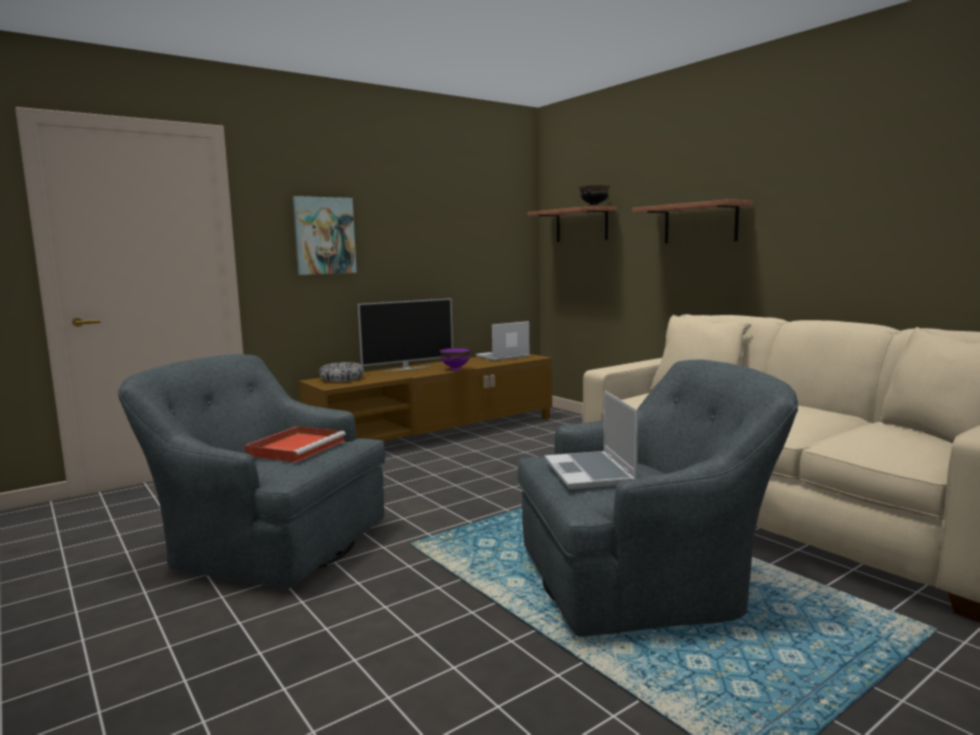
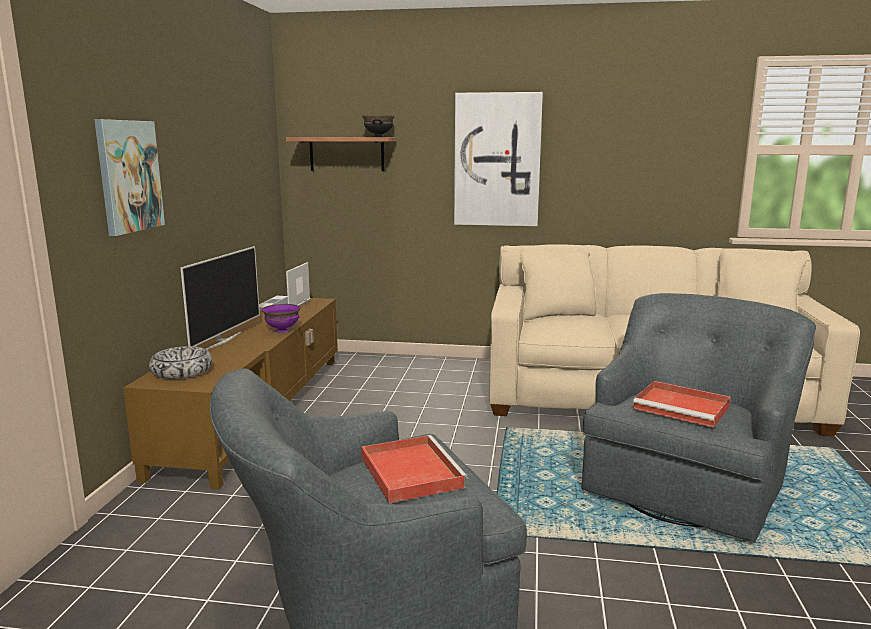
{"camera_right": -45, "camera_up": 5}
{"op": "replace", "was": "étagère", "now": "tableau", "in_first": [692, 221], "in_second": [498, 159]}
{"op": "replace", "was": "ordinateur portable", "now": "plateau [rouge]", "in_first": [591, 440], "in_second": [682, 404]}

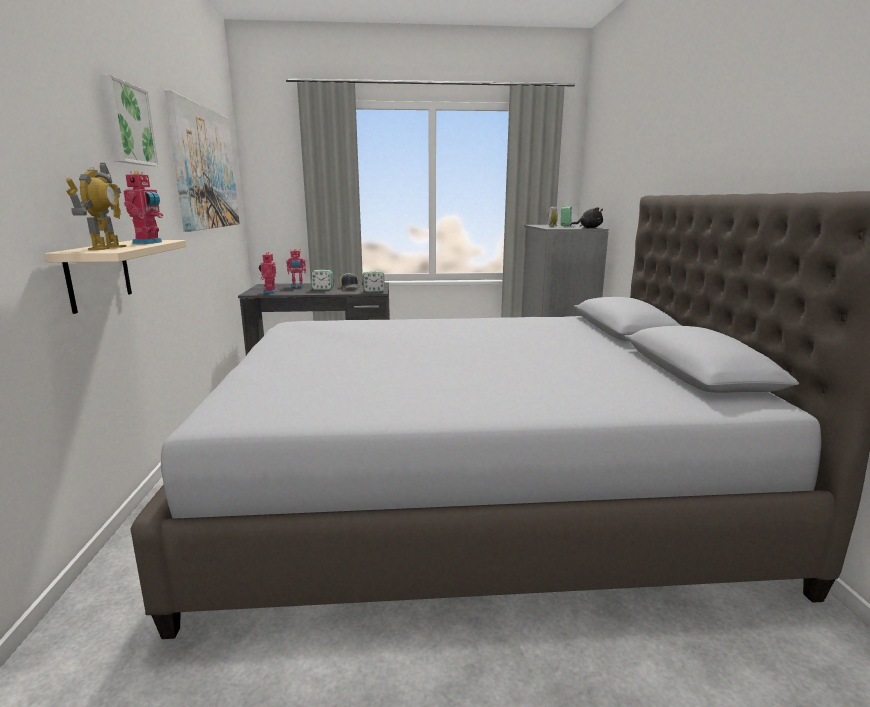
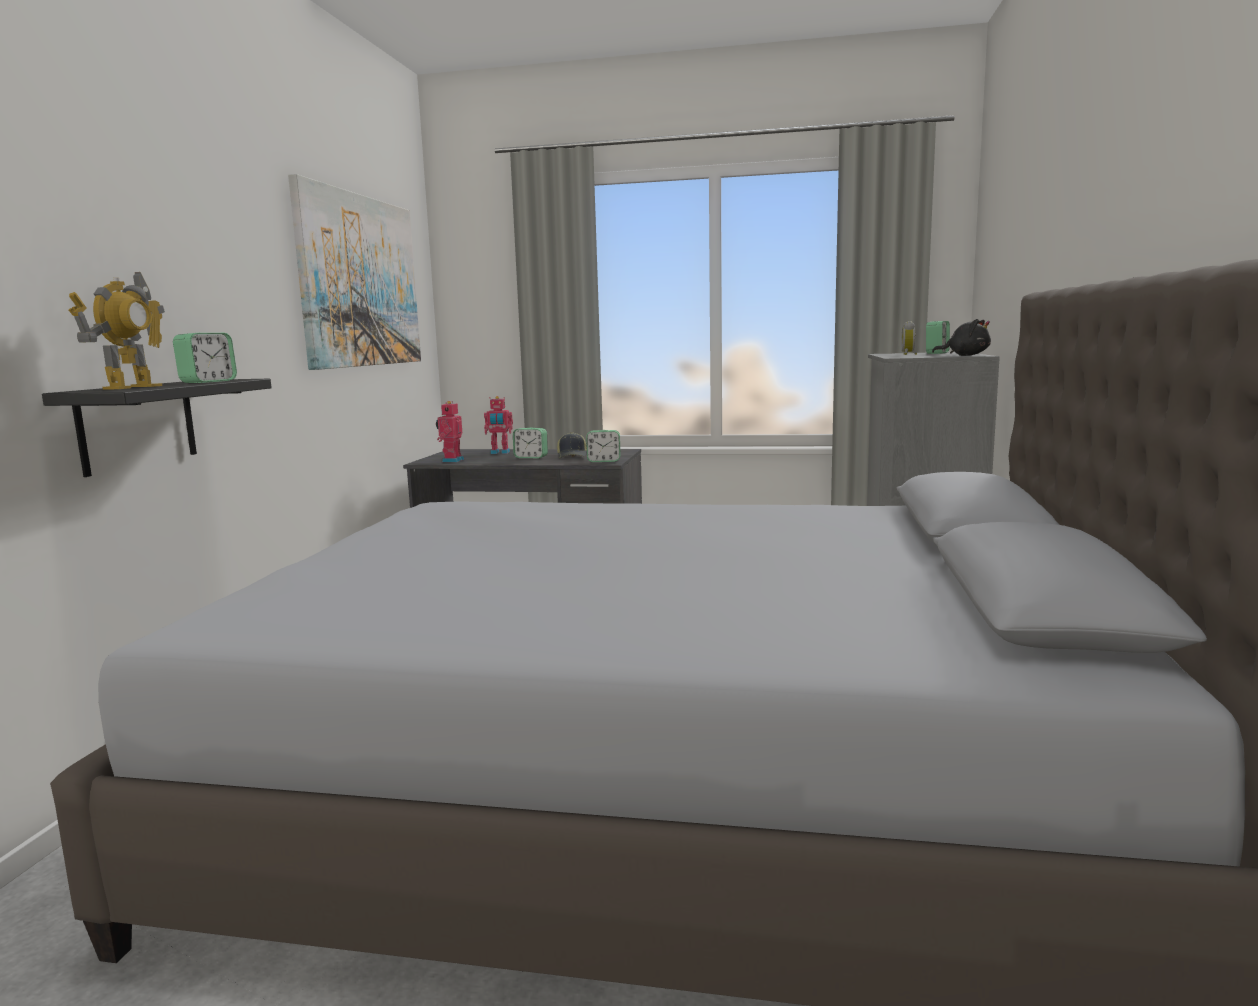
{"camera_right": 15, "camera_up": -5}
{"op": "delete", "was": "tableau", "in_first": [129, 120]}
{"op": "replace", "was": "robot jouet", "now": "réveil", "in_first": [143, 207], "in_second": [205, 358]}
{"op": "recolor", "was": "étagère [beige]", "now": "étagère [noir]", "in_first": [115, 277], "in_second": [157, 428]}

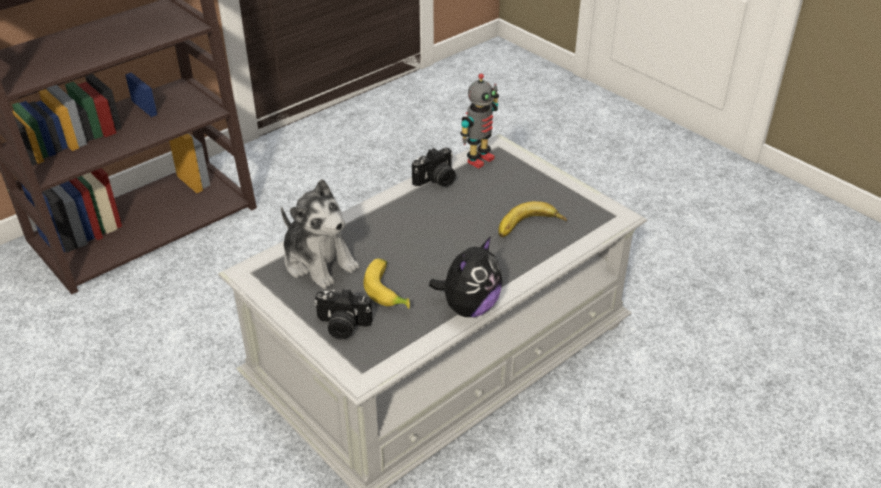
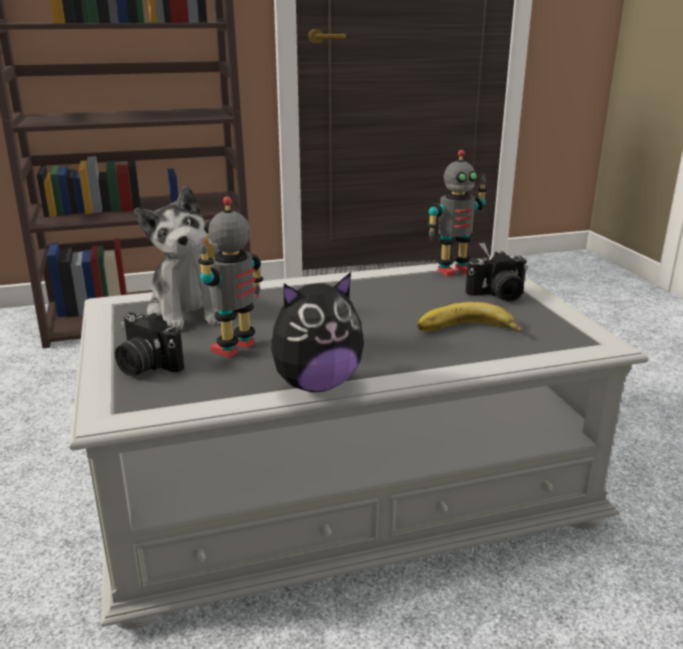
{"camera_right": 25, "camera_up": -15}
{"op": "move", "was": "appareil photo", "in_first": [434, 167], "in_second": [496, 276]}
{"op": "replace", "was": "banane", "now": "robot jouet", "in_first": [386, 284], "in_second": [230, 277]}

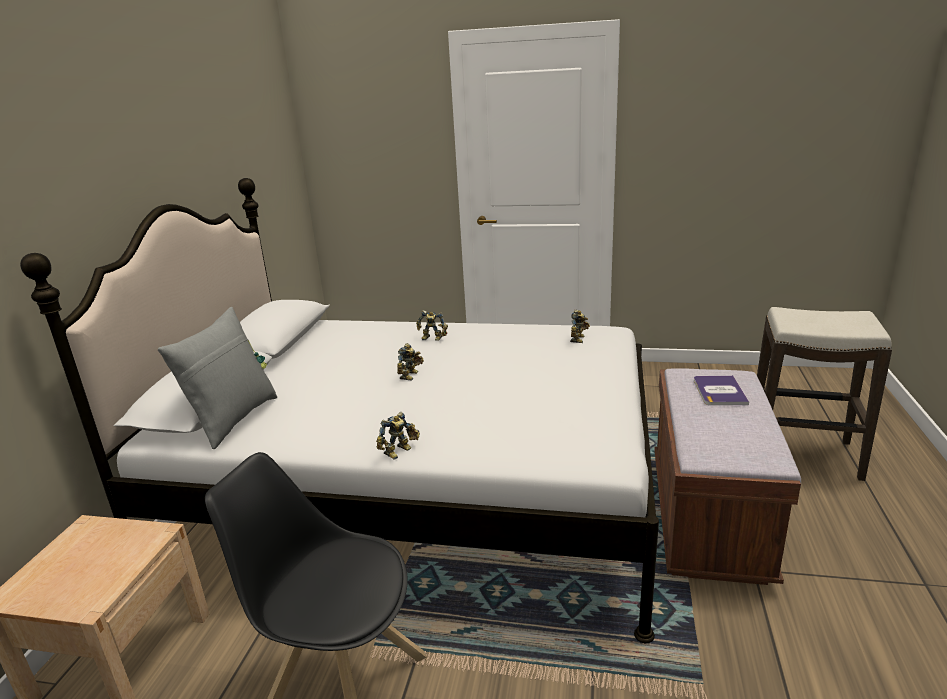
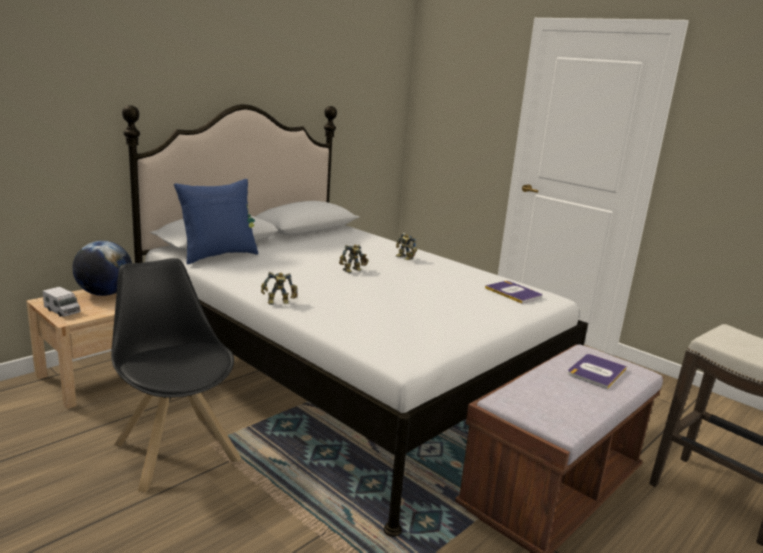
{"camera_right": 30, "camera_up": -5}
{"op": "recolor", "was": "coussin [gris]", "now": "coussin [bleu]", "in_first": [217, 378], "in_second": [216, 221]}
{"op": "replace", "was": "robot jouet", "now": "livre", "in_first": [580, 326], "in_second": [513, 292]}
{"op": "insert", "now": "globe", "in_second": [102, 268]}
{"op": "insert", "now": "camion jouet", "in_second": [62, 302]}

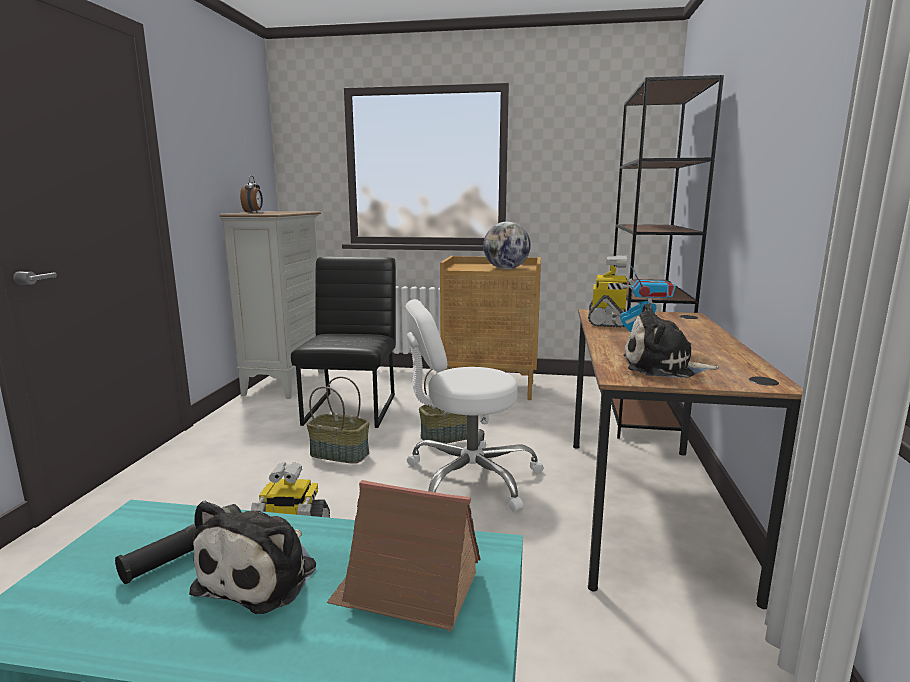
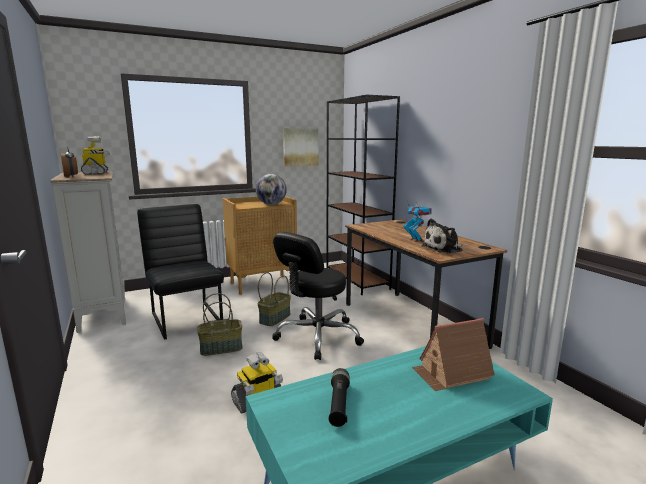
{"camera_right": -35, "camera_up": 0}
{"op": "move", "was": "robot jouet", "in_first": [611, 291], "in_second": [95, 155]}
{"op": "recolor", "was": "chaise de bureau [blanc]", "now": "chaise de bureau [noir]", "in_first": [474, 405], "in_second": [318, 296]}
{"op": "delete", "was": "peluche", "in_first": [252, 557]}
{"op": "insert", "now": "tableau", "in_second": [300, 147]}

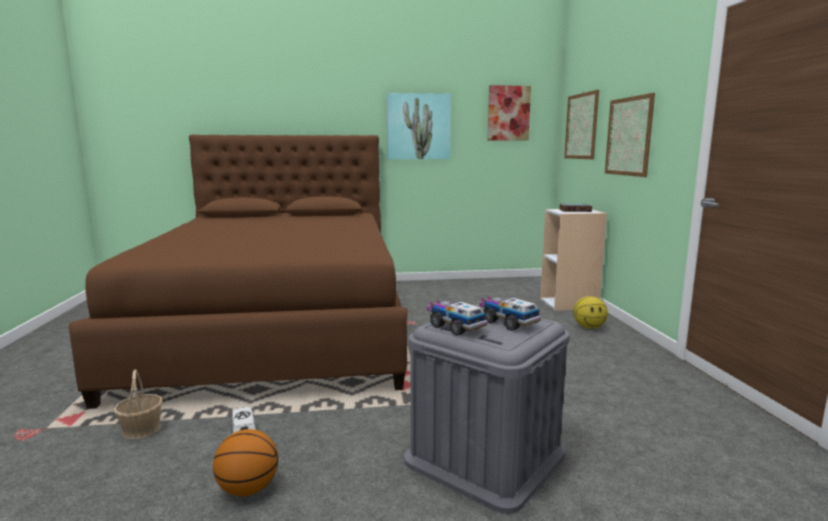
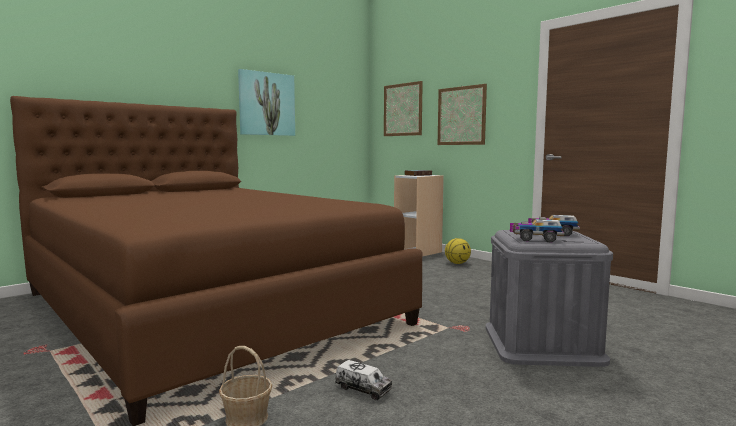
{"camera_right": -35, "camera_up": -5}
{"op": "delete", "was": "tableau", "in_first": [509, 112]}
{"op": "delete", "was": "ballon de basket", "in_first": [245, 462]}

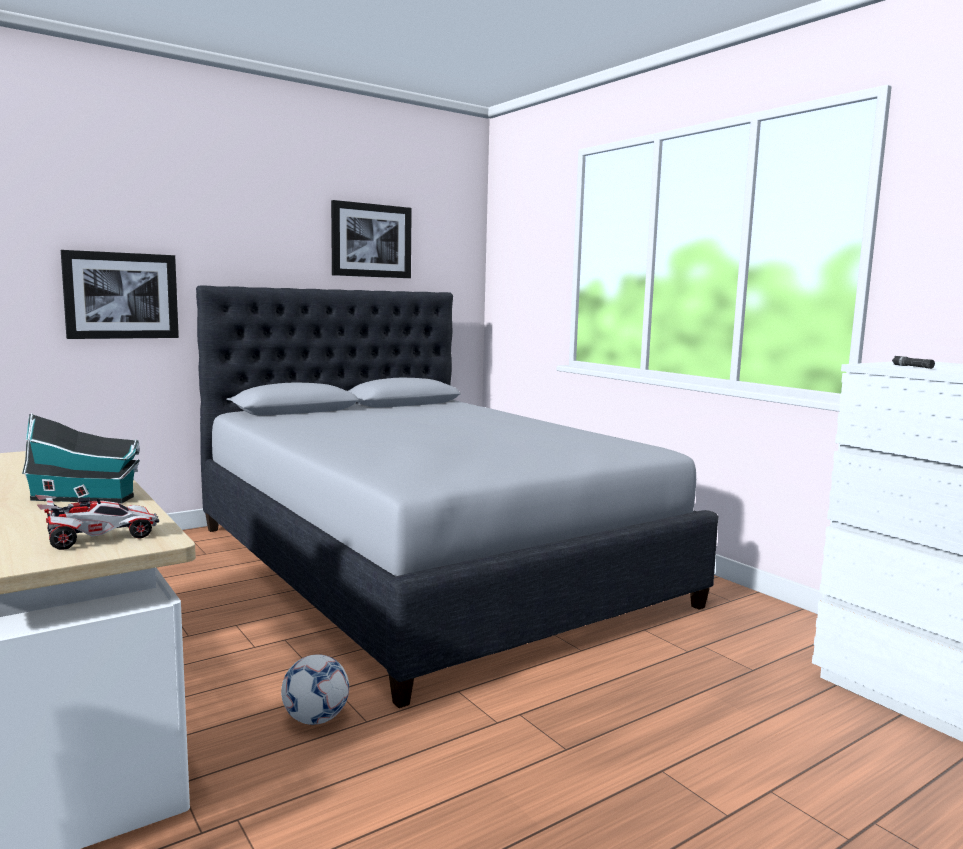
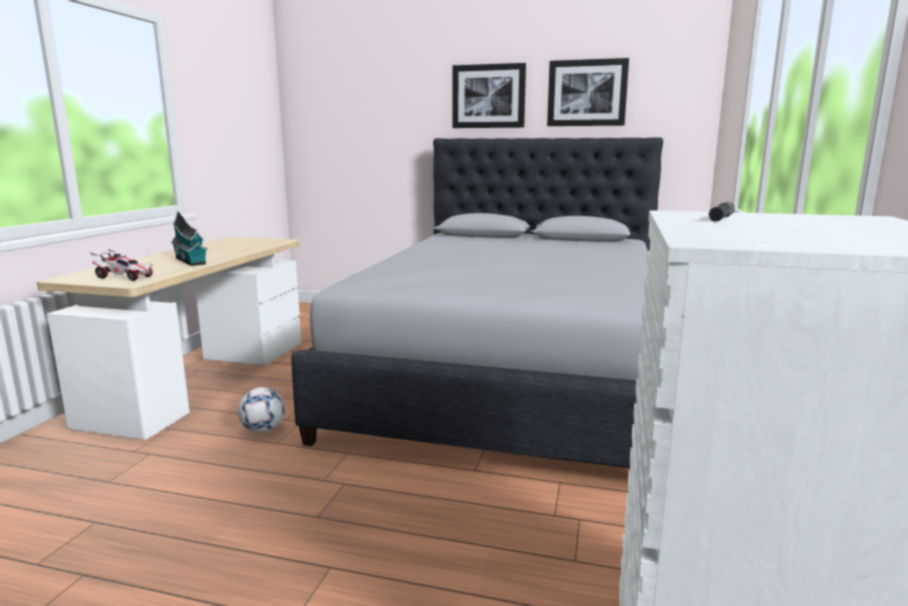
{"camera_right": 50, "camera_up": 5}
{"op": "move", "was": "tableau", "in_first": [120, 294], "in_second": [489, 95]}

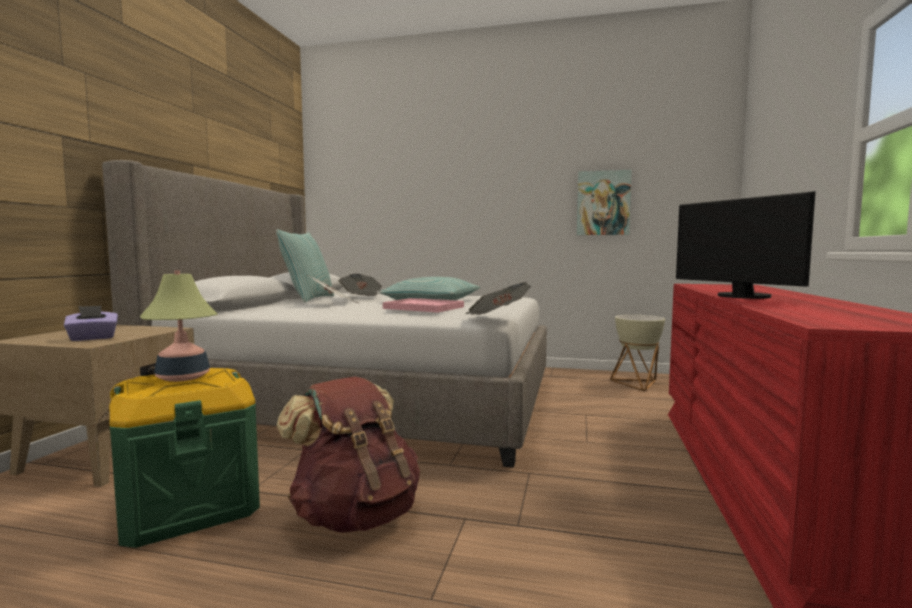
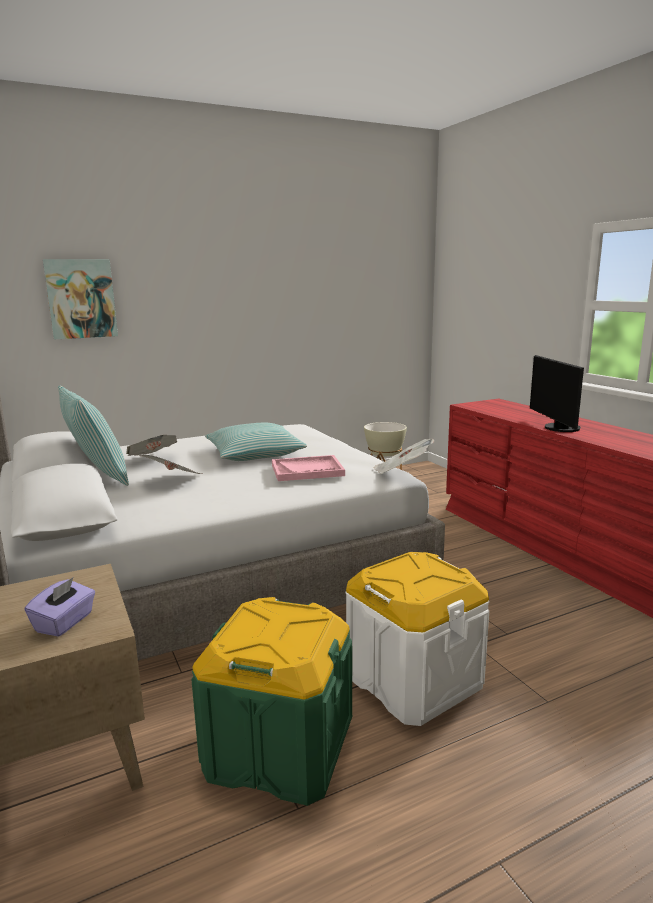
{"camera_right": -40, "camera_up": 10}
{"op": "move", "was": "tableau", "in_first": [604, 202], "in_second": [80, 299]}
{"op": "rotate", "was": "écran d'ordinateur", "in_first": [746, 245], "in_second": [557, 393], "clockwise": 60}
{"op": "delete", "was": "lampe de table", "in_first": [179, 326]}
{"op": "replace", "was": "sac à dos [marron]", "now": "boîte de rangement [blanc]", "in_first": [348, 454], "in_second": [417, 639]}

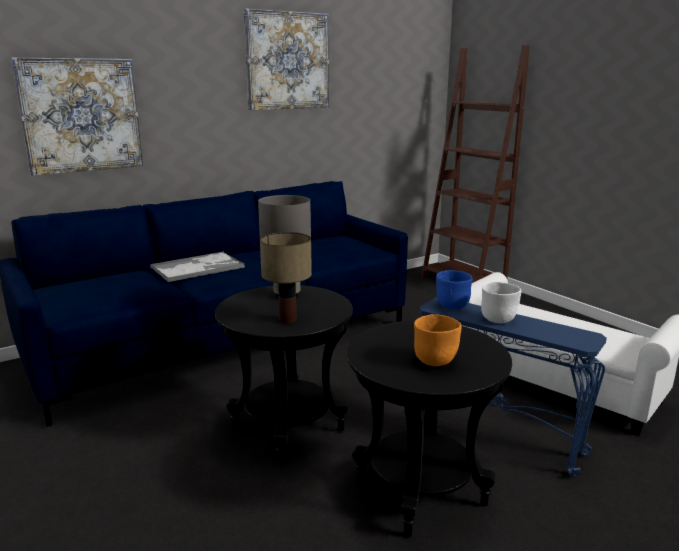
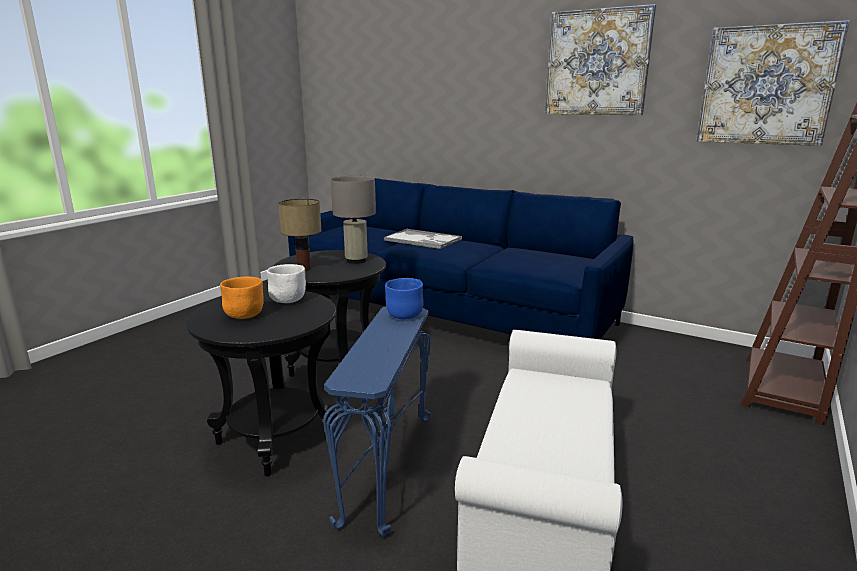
{"camera_right": 65, "camera_up": 0}
{"op": "move", "was": "tableau", "in_first": [77, 116], "in_second": [773, 83]}
{"op": "move", "was": "bol [blanc]", "in_first": [501, 302], "in_second": [286, 283]}

